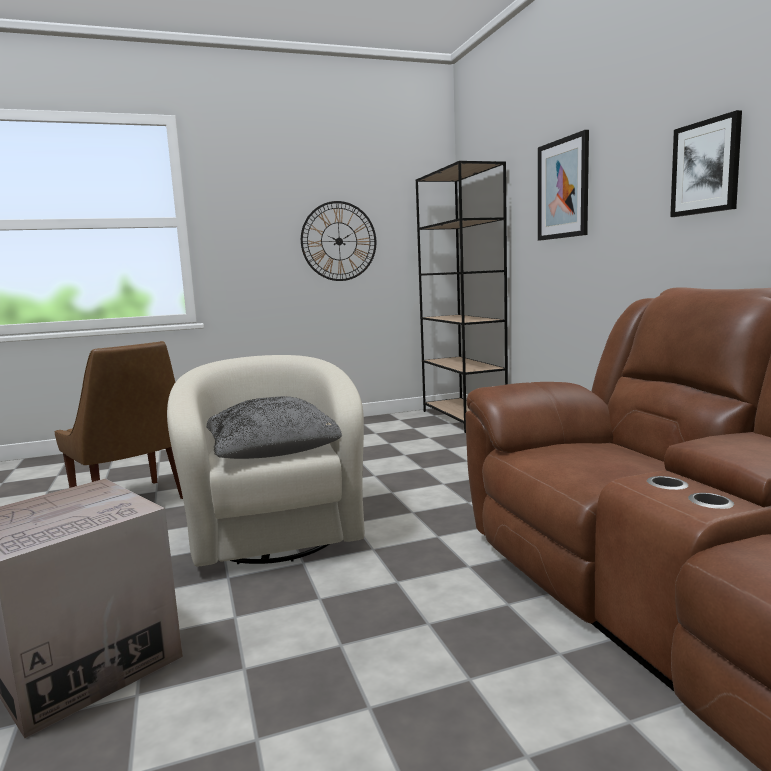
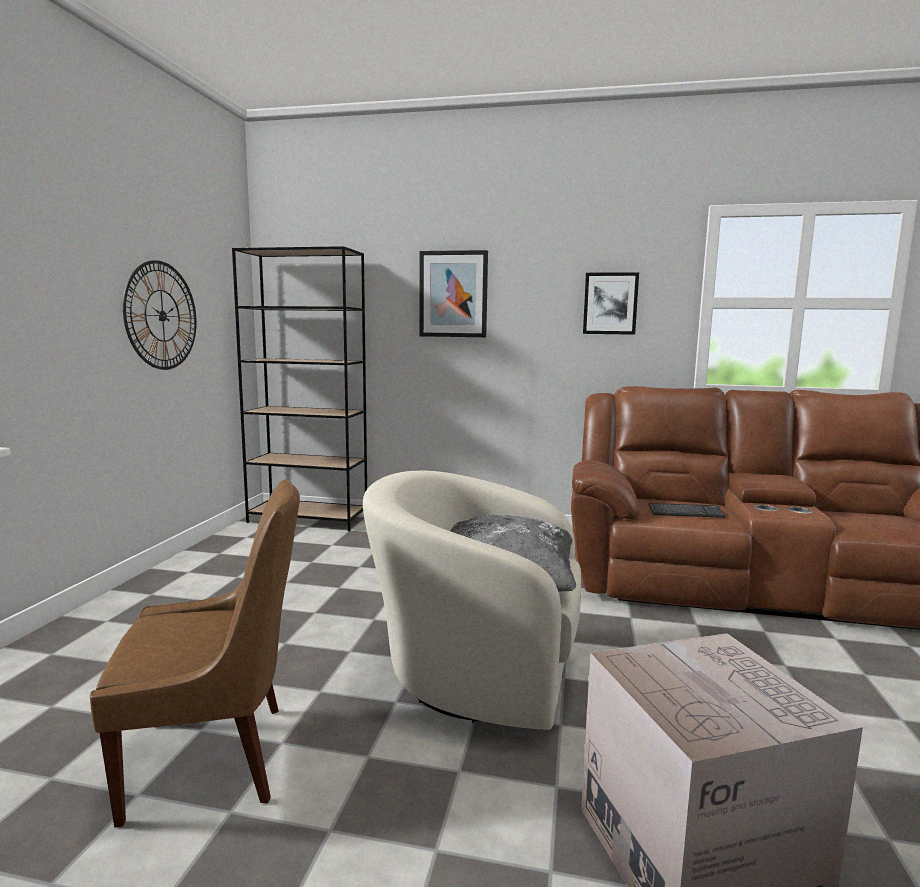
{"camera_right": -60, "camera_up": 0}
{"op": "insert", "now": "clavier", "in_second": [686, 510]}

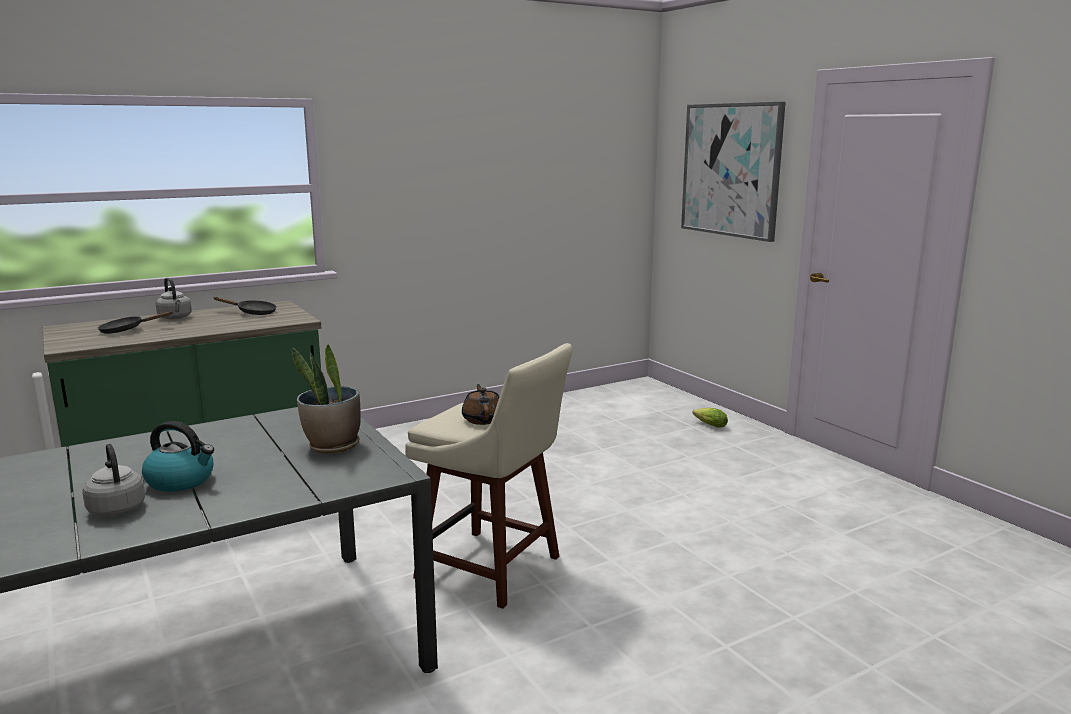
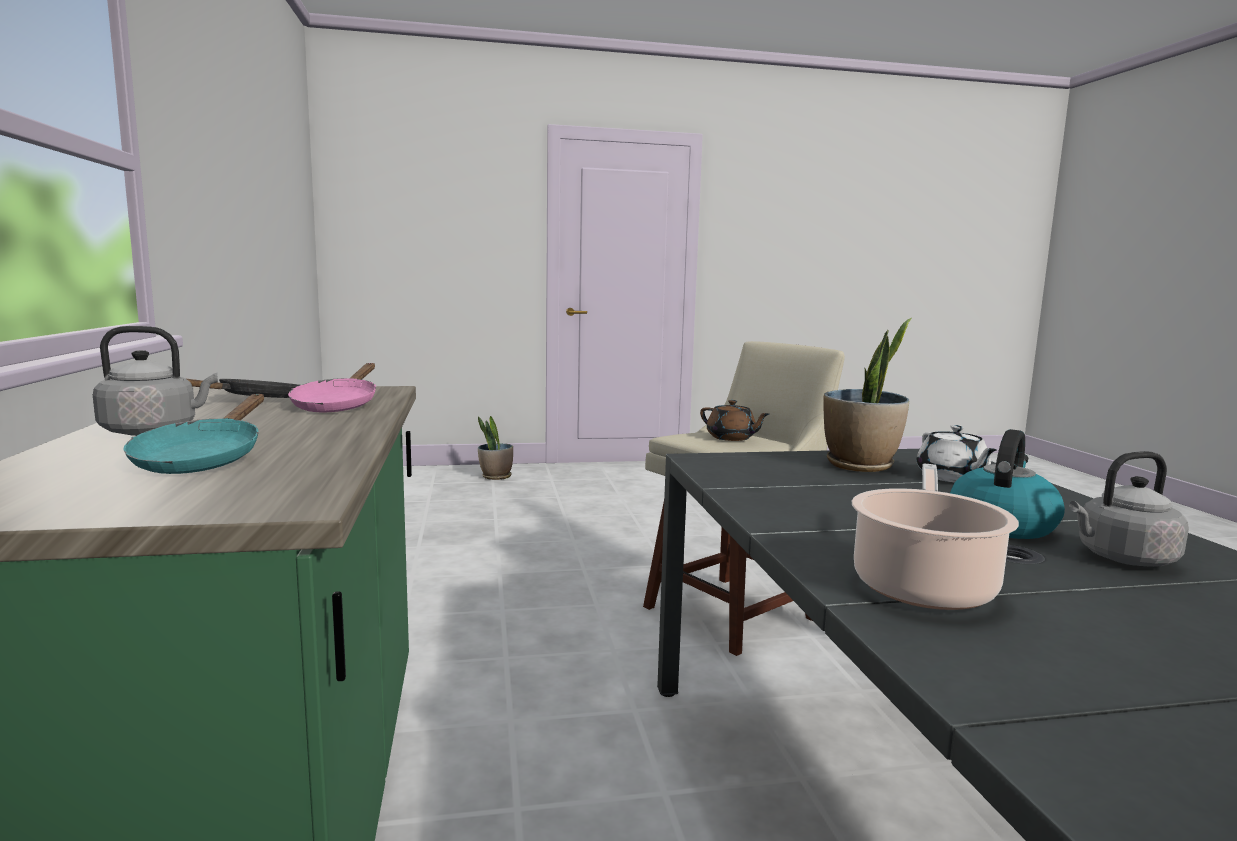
{"camera_right": -70, "camera_up": -5}
{"op": "delete", "was": "tableau", "in_first": [733, 172]}
{"op": "recolor", "was": "poêle [noir]", "now": "poêle [turquoise]", "in_first": [136, 322], "in_second": [193, 434]}
{"op": "rotate", "was": "théière [marron]", "in_first": [480, 404], "in_second": [734, 420], "clockwise": -150}
{"op": "replace", "was": "laitue", "now": "plante en pot", "in_first": [710, 417], "in_second": [495, 448]}
{"op": "insert", "now": "poêle [rose]", "in_second": [332, 387]}
{"op": "insert", "now": "théière [blanc]", "in_second": [956, 453]}
{"op": "insert", "now": "marmite", "in_second": [935, 536]}

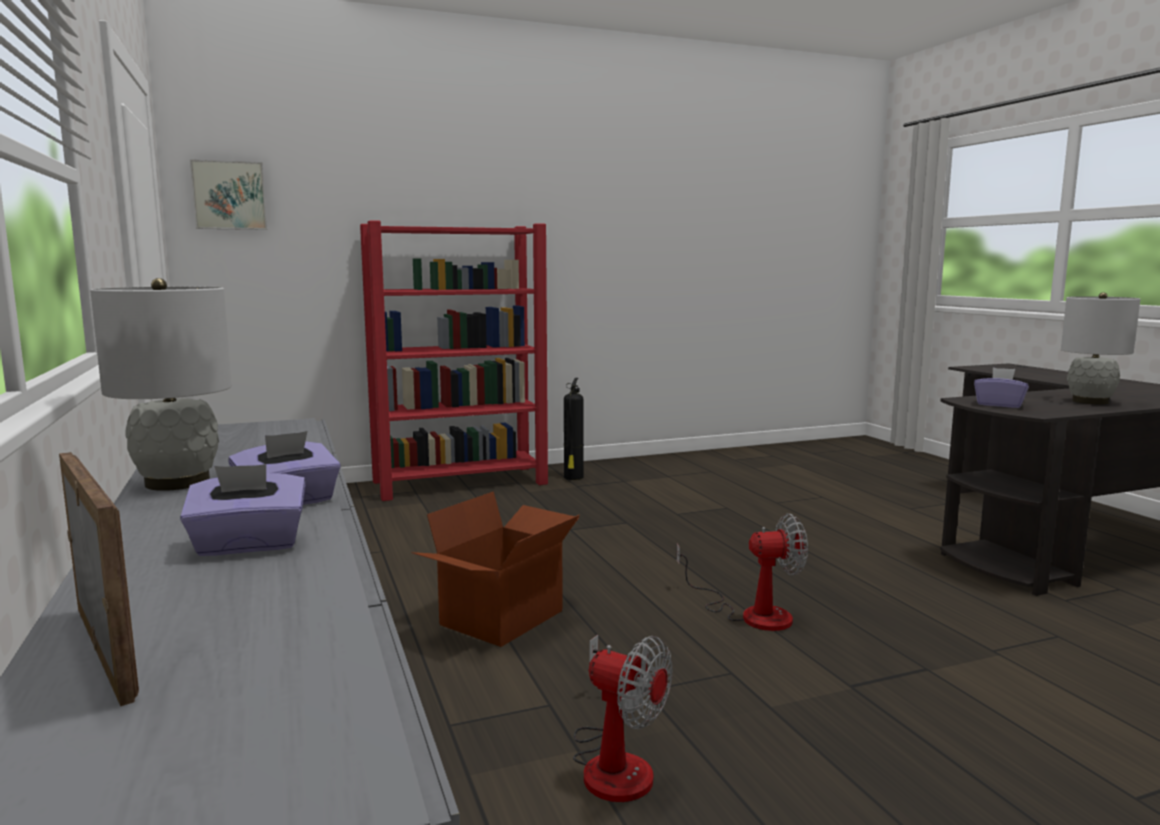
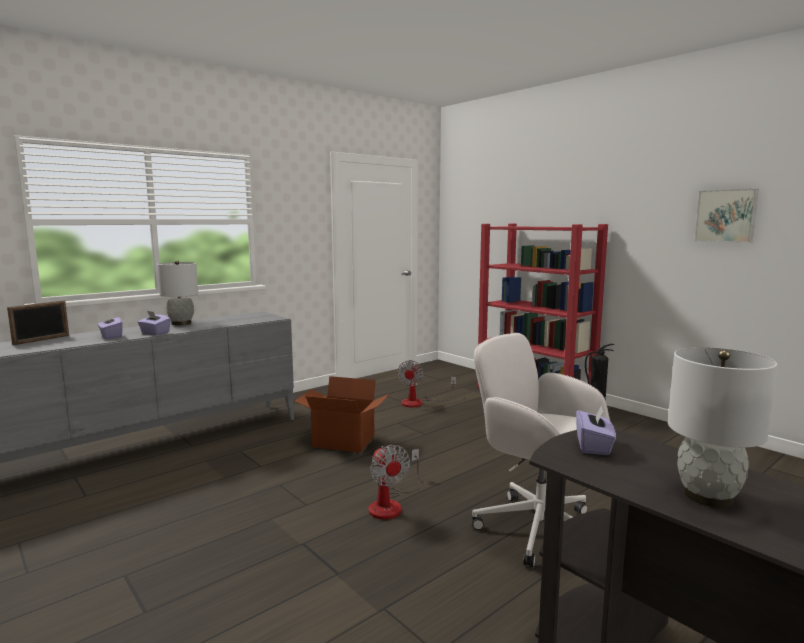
{"camera_right": 70, "camera_up": 0}
{"op": "move", "was": "tableau", "in_first": [228, 194], "in_second": [726, 216]}
{"op": "move", "was": "ventilateur", "in_first": [622, 718], "in_second": [426, 383]}
{"op": "insert", "now": "chaise de bureau [blanc]", "in_second": [541, 450]}

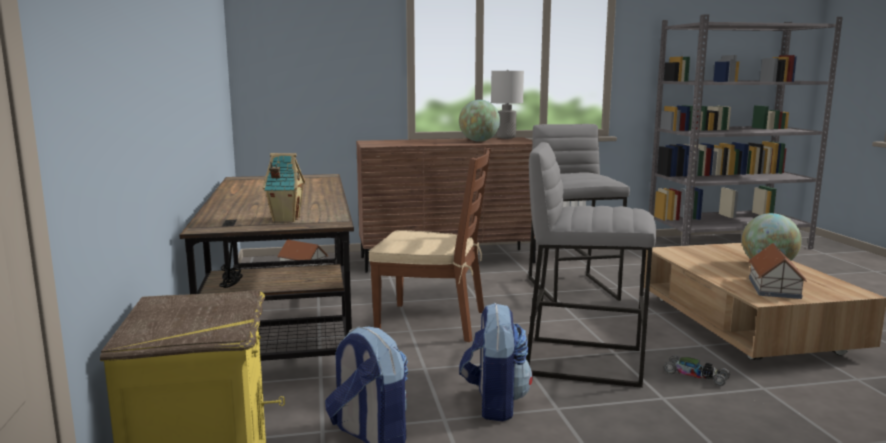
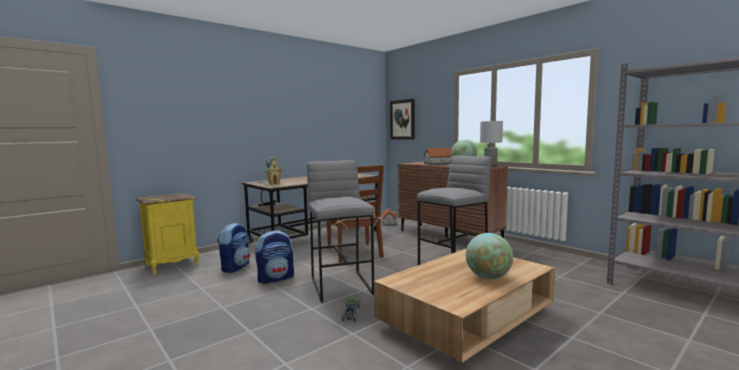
{"camera_right": 60, "camera_up": -5}
{"op": "move", "was": "maison miniature", "in_first": [778, 271], "in_second": [437, 156]}
{"op": "insert", "now": "tableau", "in_second": [402, 119]}

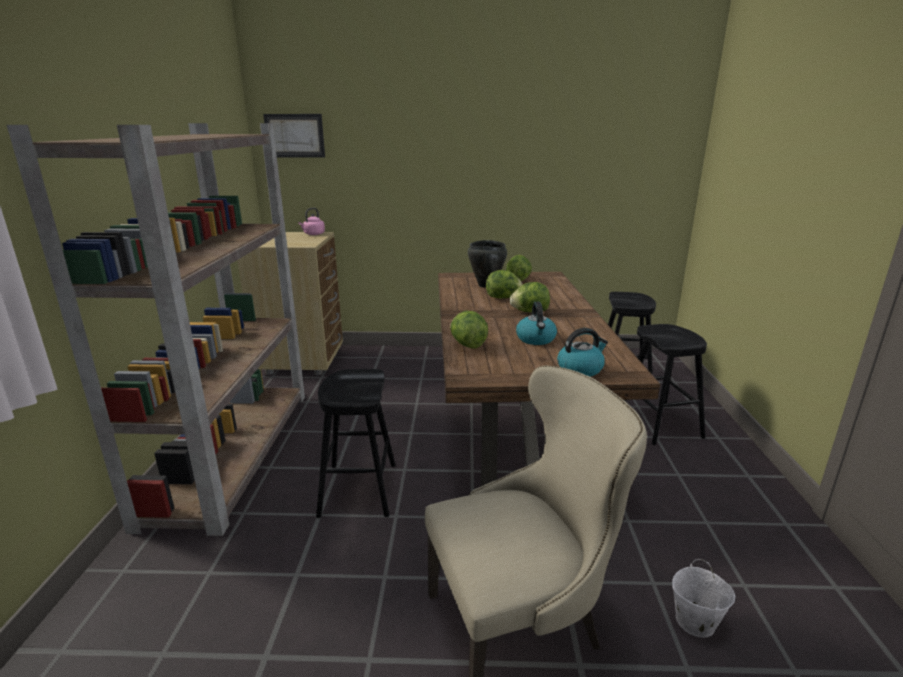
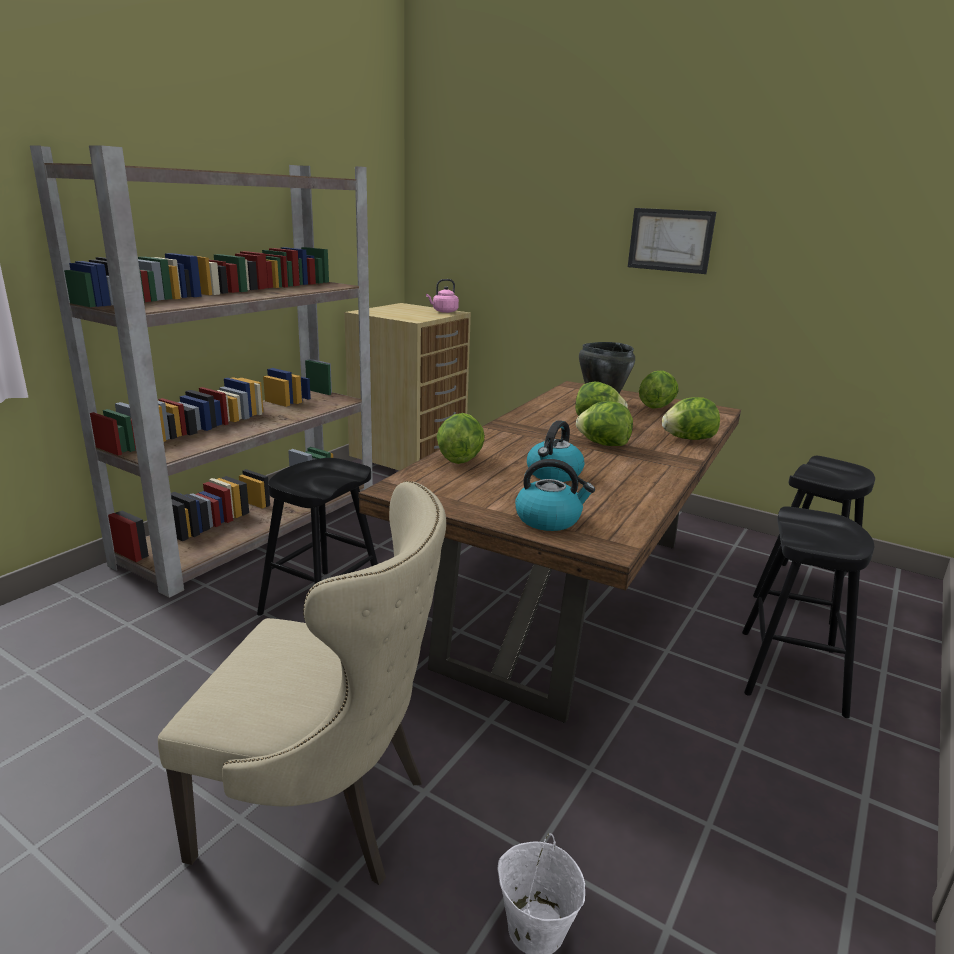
{"camera_right": 30, "camera_up": 0}
{"op": "move", "was": "tableau", "in_first": [294, 136], "in_second": [672, 241]}
{"op": "insert", "now": "laitue", "in_second": [691, 418]}

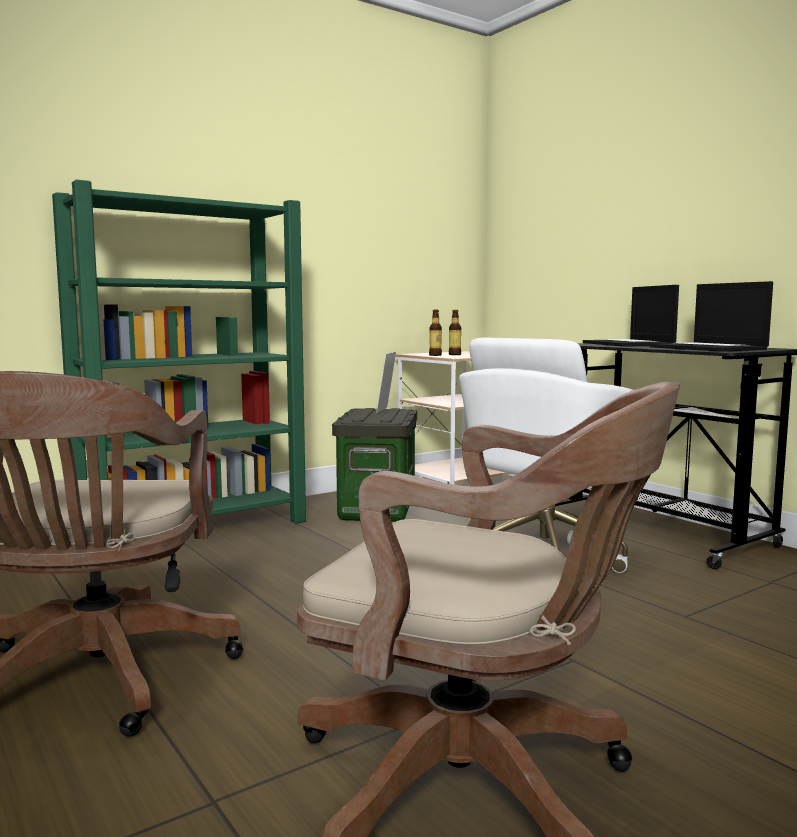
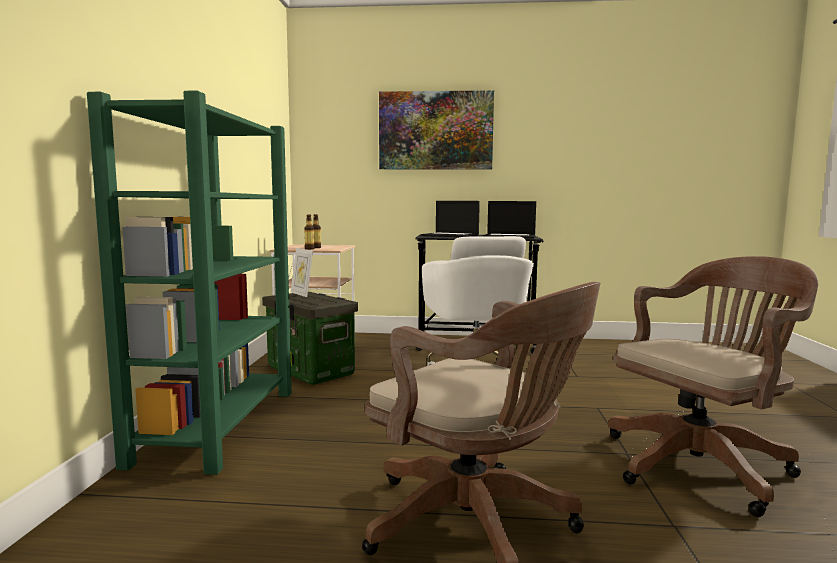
{"camera_right": -50, "camera_up": 0}
{"op": "insert", "now": "tableau", "in_second": [436, 130]}

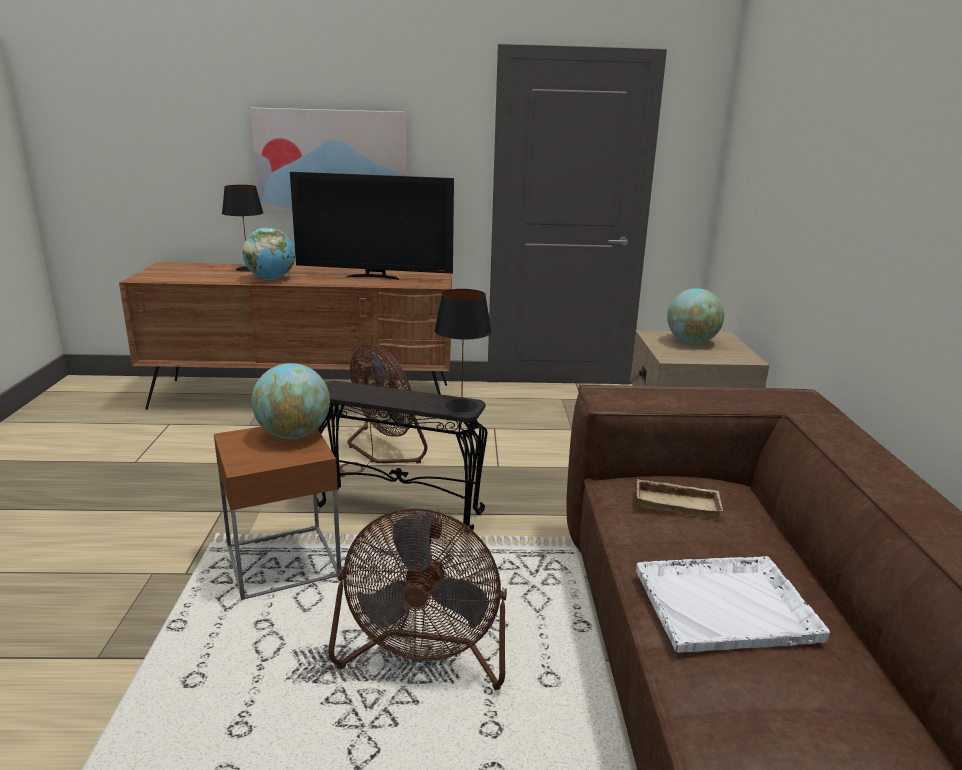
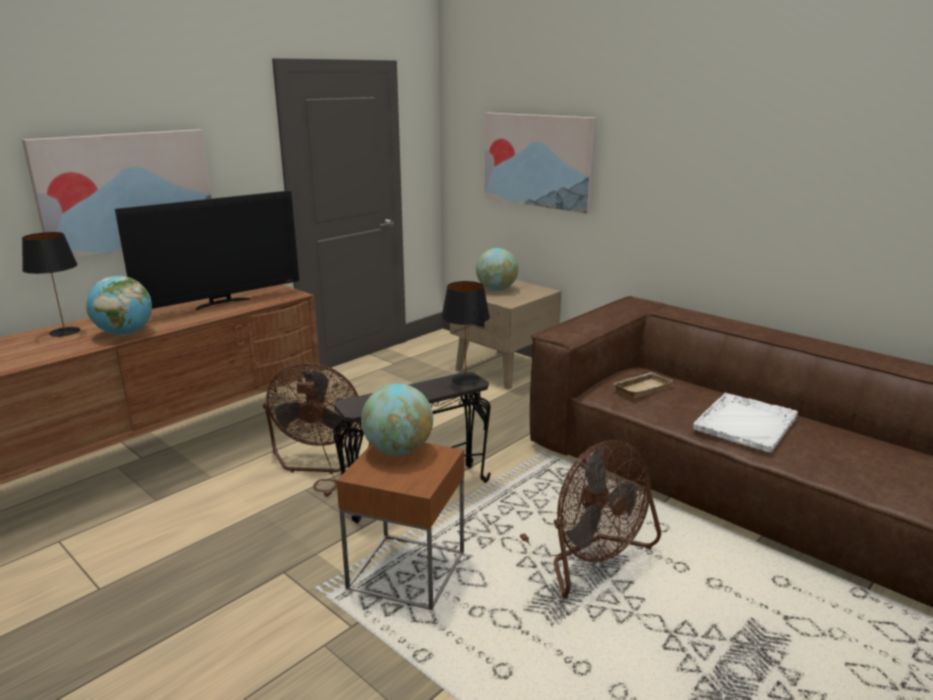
{"camera_right": -45, "camera_up": 0}
{"op": "insert", "now": "tableau", "in_second": [540, 163]}

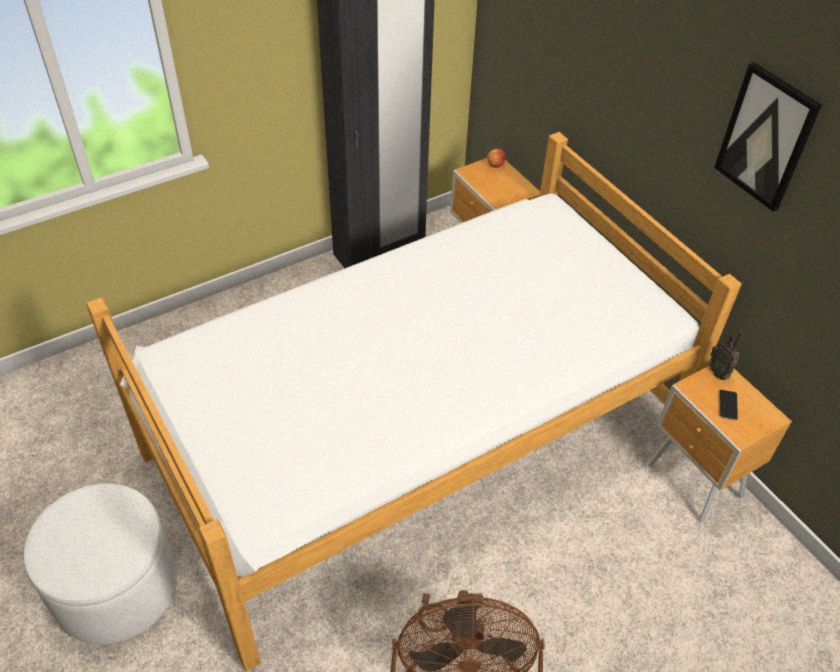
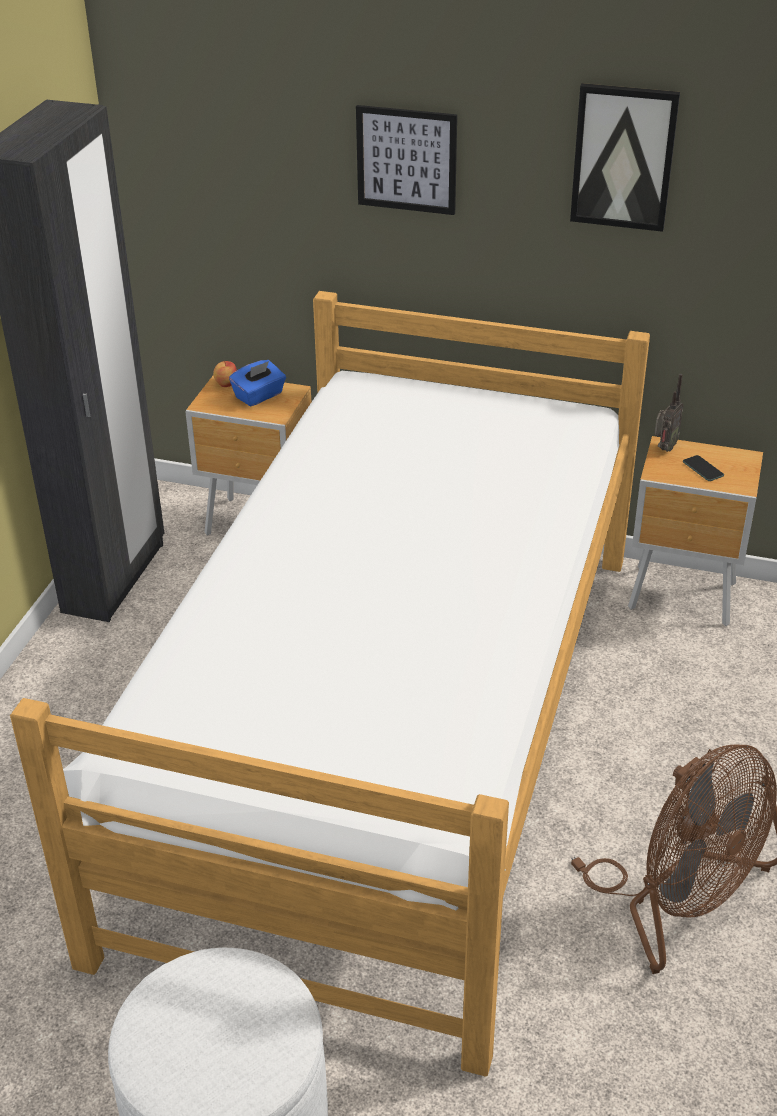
{"camera_right": -40, "camera_up": -10}
{"op": "rotate", "was": "radio", "in_first": [725, 355], "in_second": [669, 413], "clockwise": -75}
{"op": "insert", "now": "tableau", "in_second": [406, 160]}
{"op": "insert", "now": "boîte à mouchoirs [bleu]", "in_second": [257, 383]}

